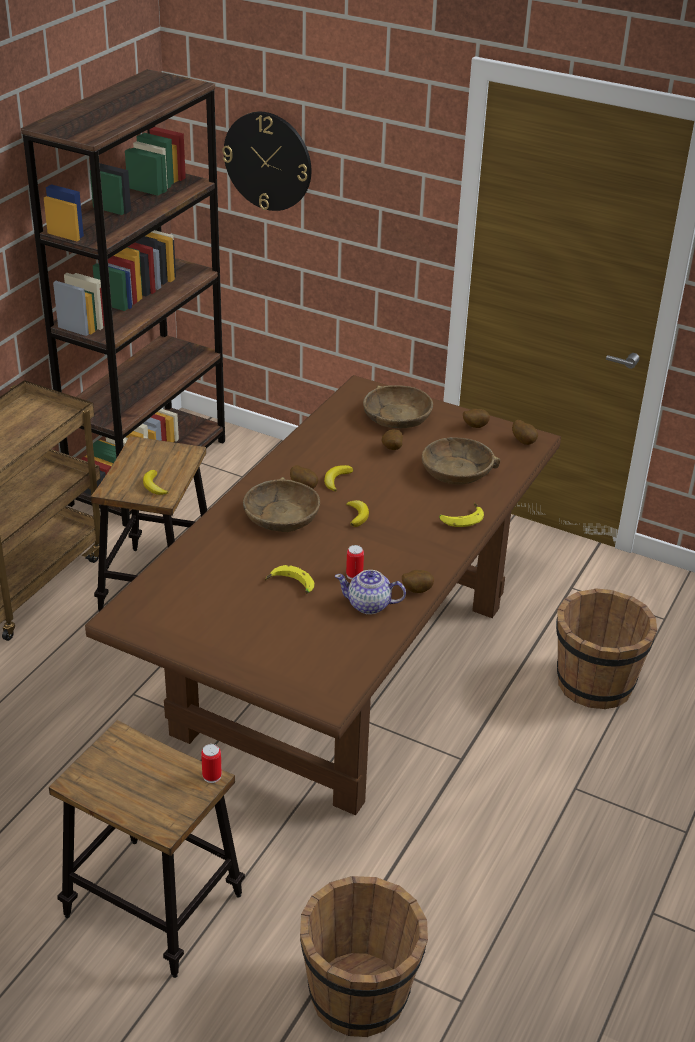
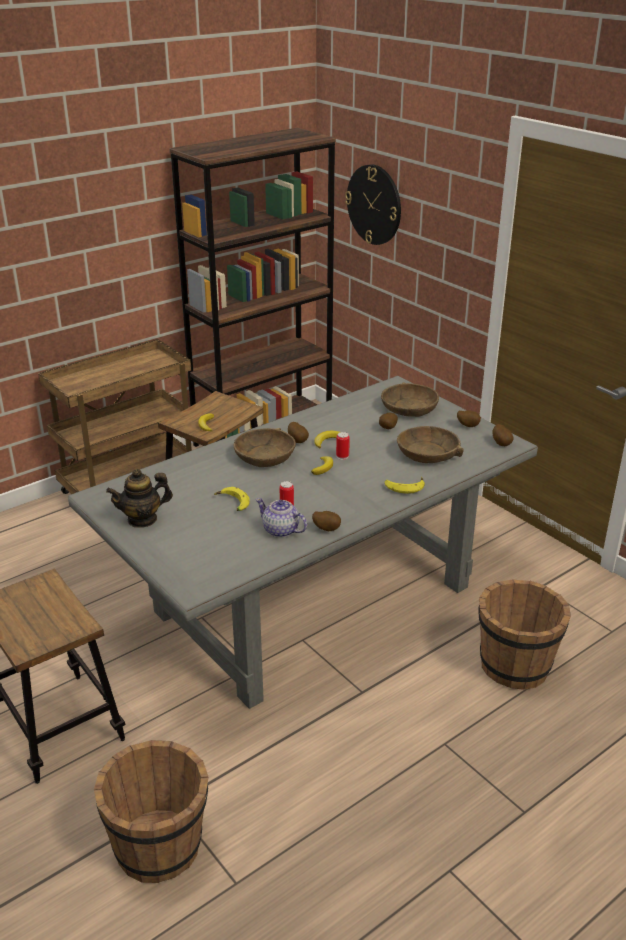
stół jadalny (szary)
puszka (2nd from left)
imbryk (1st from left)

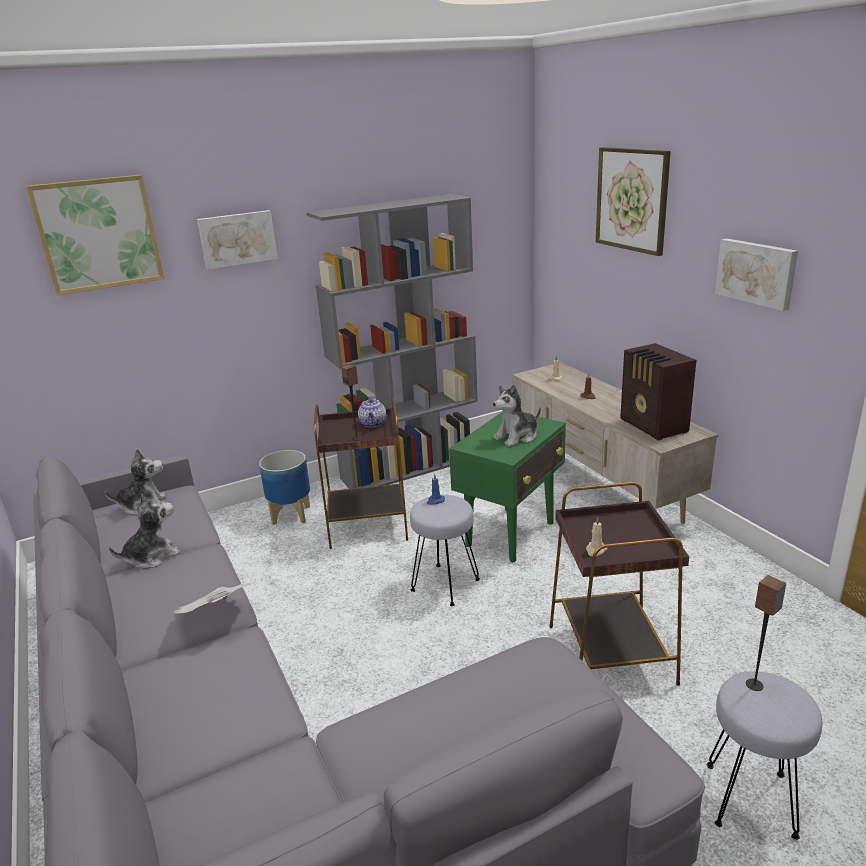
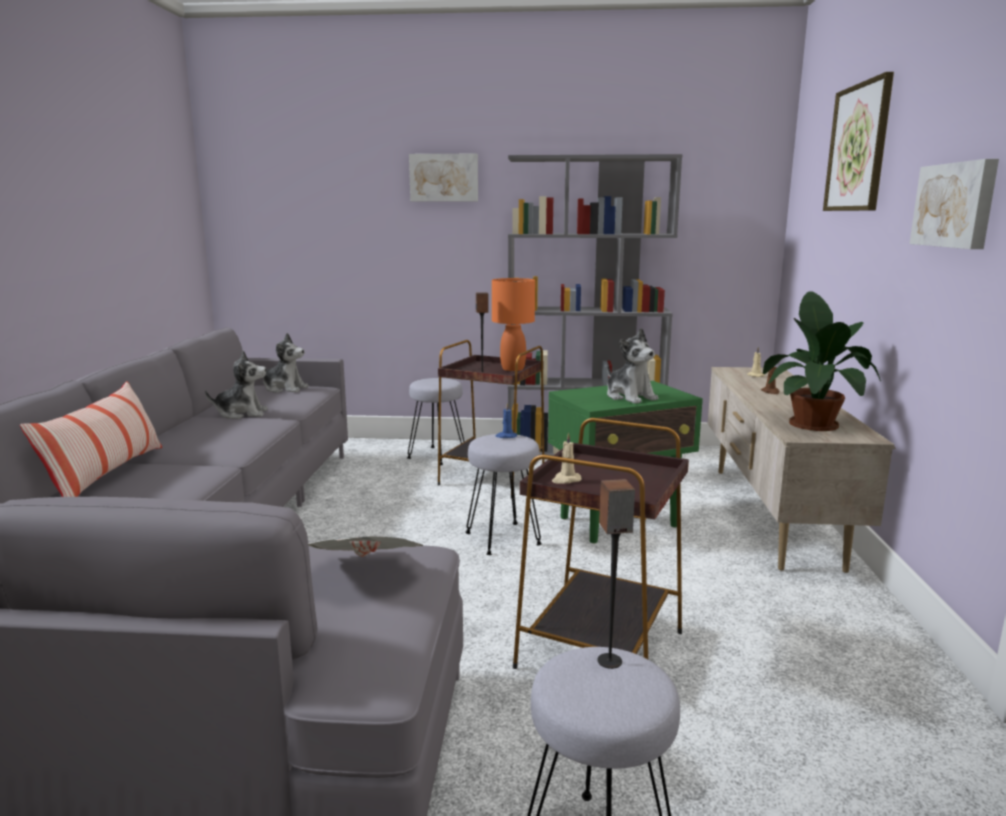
obraz (1st from left in the first image)
gazeta
stołek (szary) (1st from left)
lampa stołowa (pomarańczowy)
pluszak (3rd from left)
roślina doniczkowa
poduszka

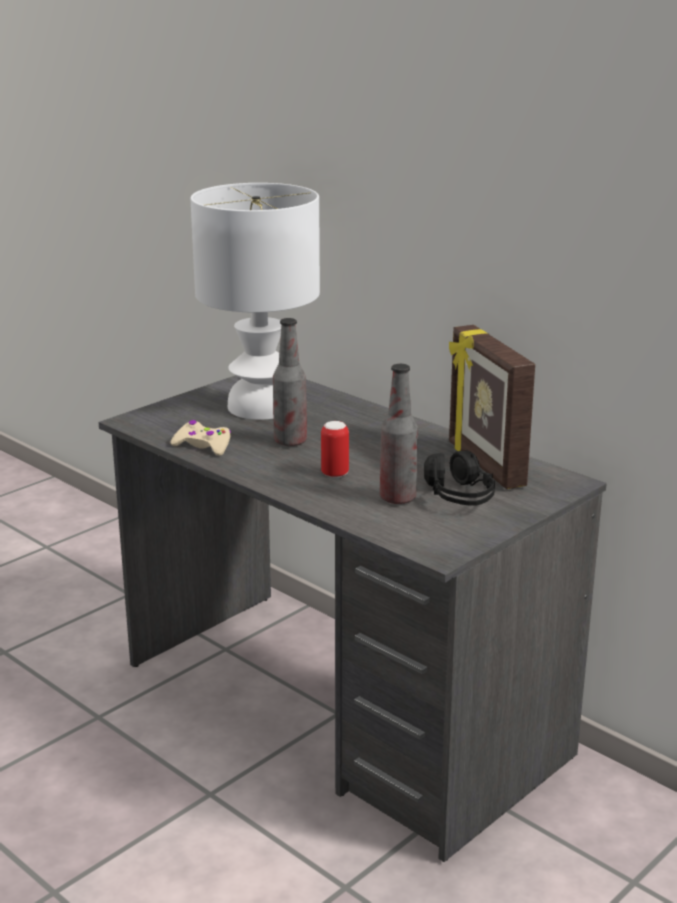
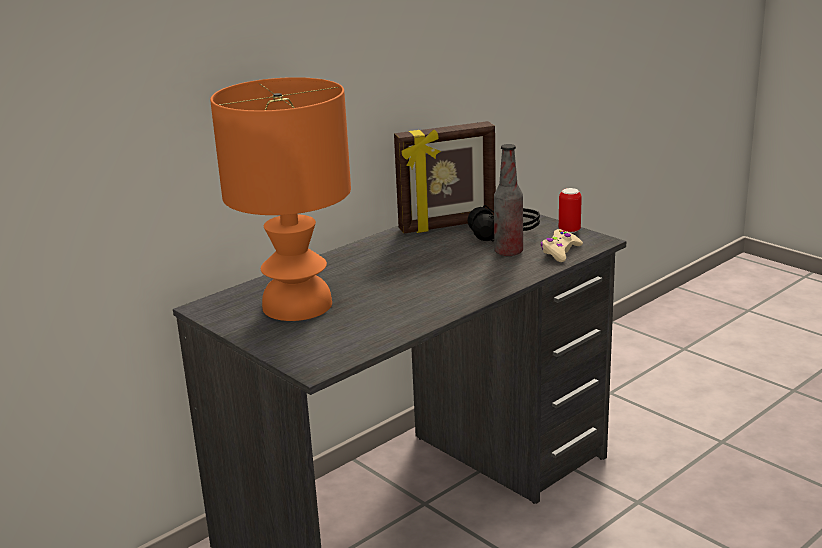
pad do gier (beżowy)
lampa stołowa (pomarańczowy)
butelka (1st from left in the first image)
puszka

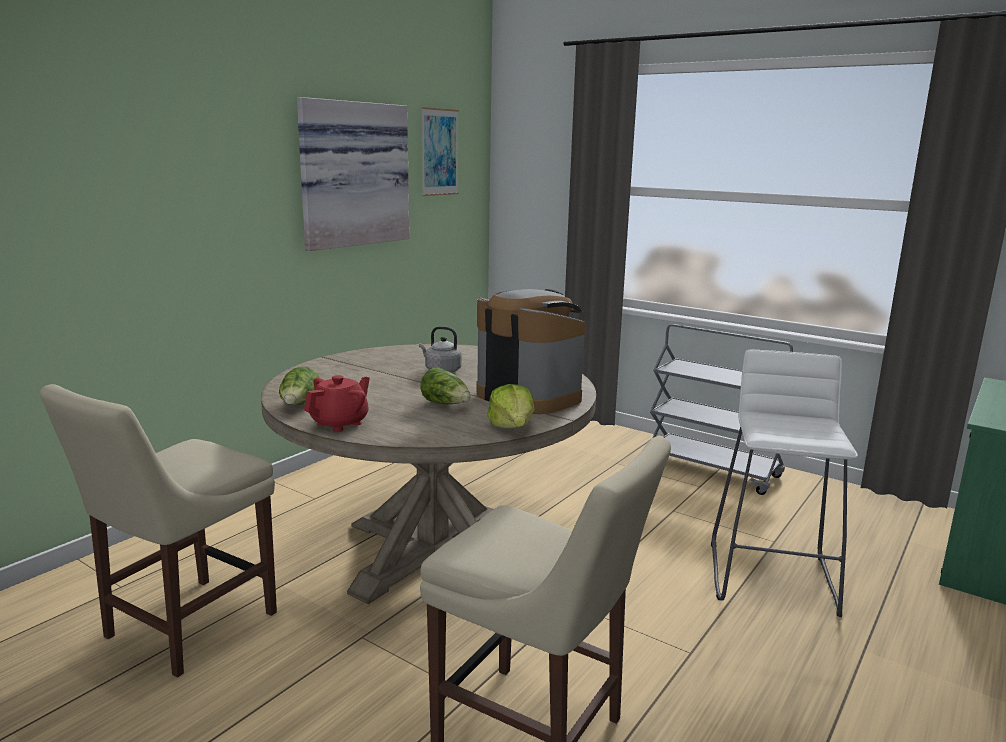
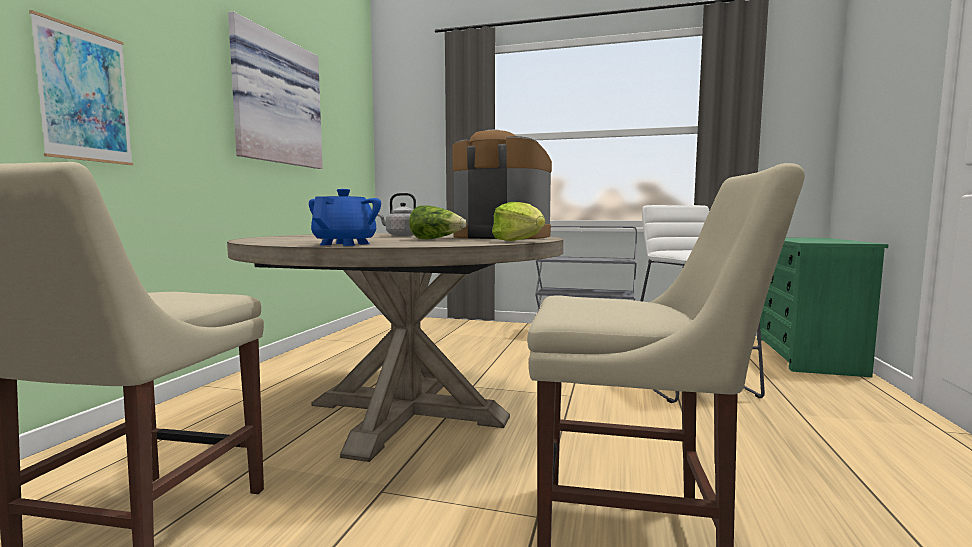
sałata (1st from left in the first image)
imbryk (niebieski)
obraz (1st from left)

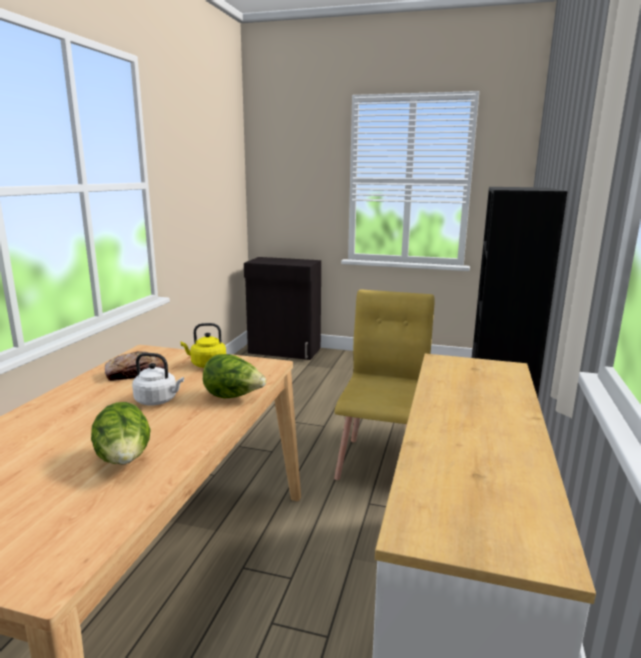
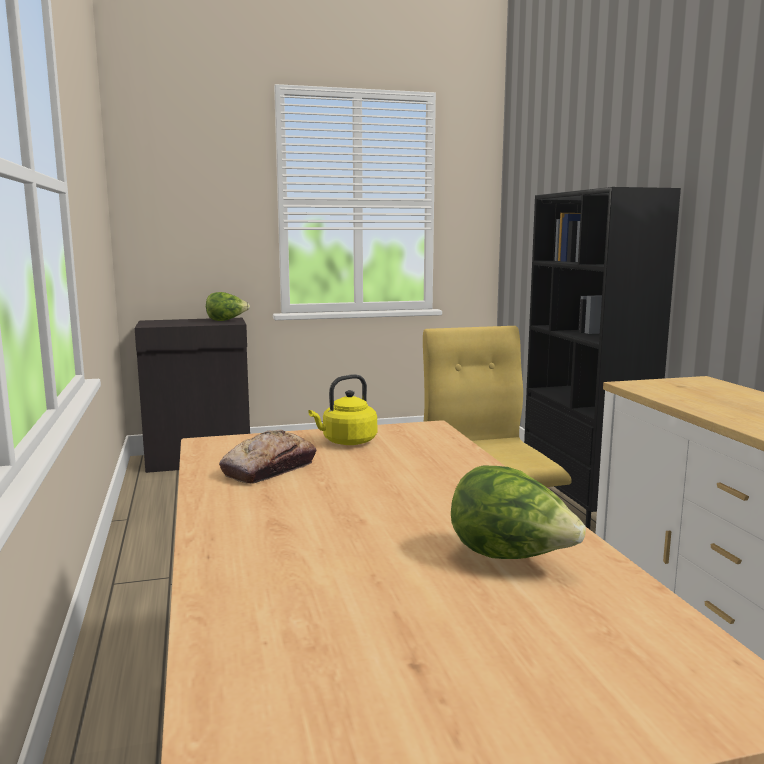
czajnik (biały)
sałata (1st from left)

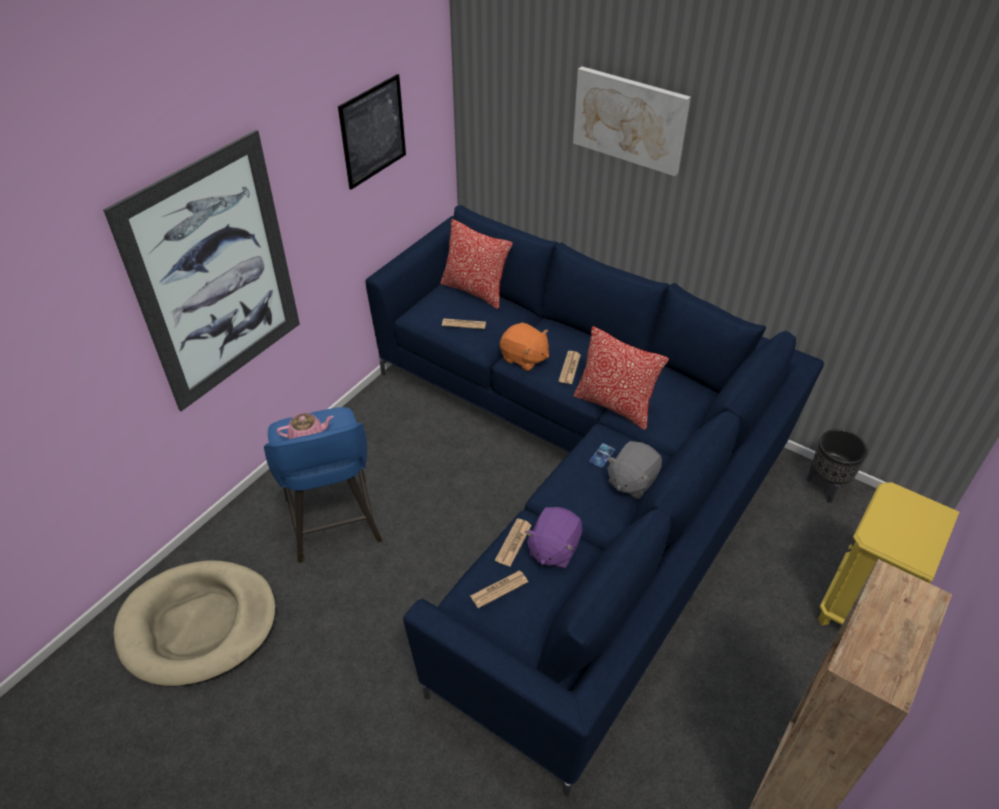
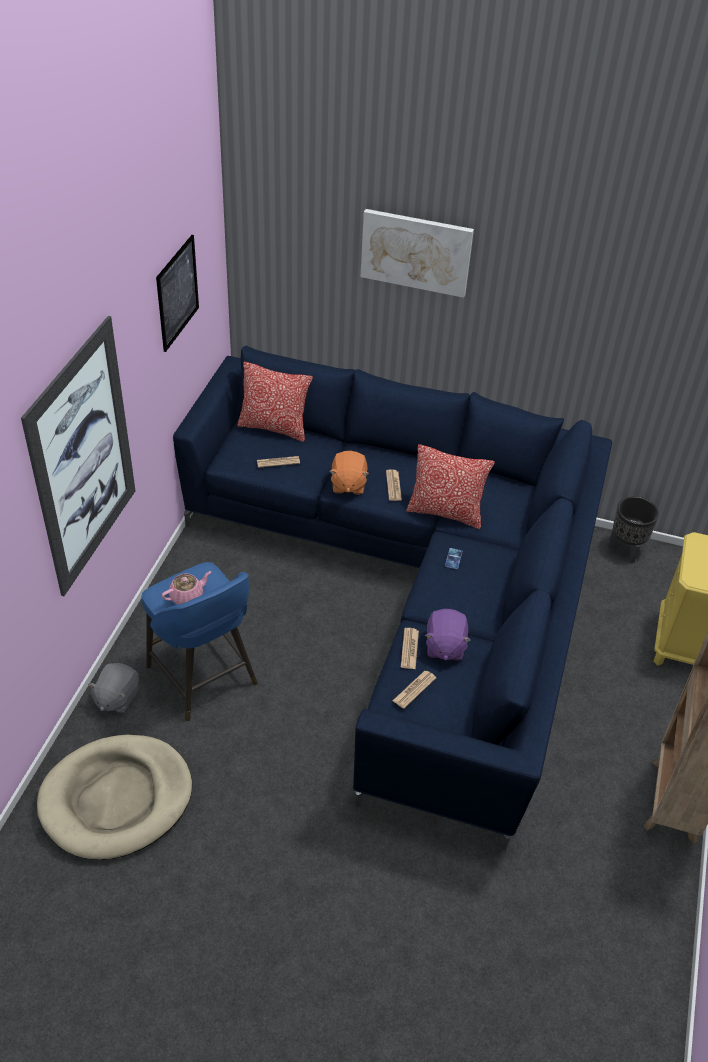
pluszak (pomarańczowy)
pluszak (szary)

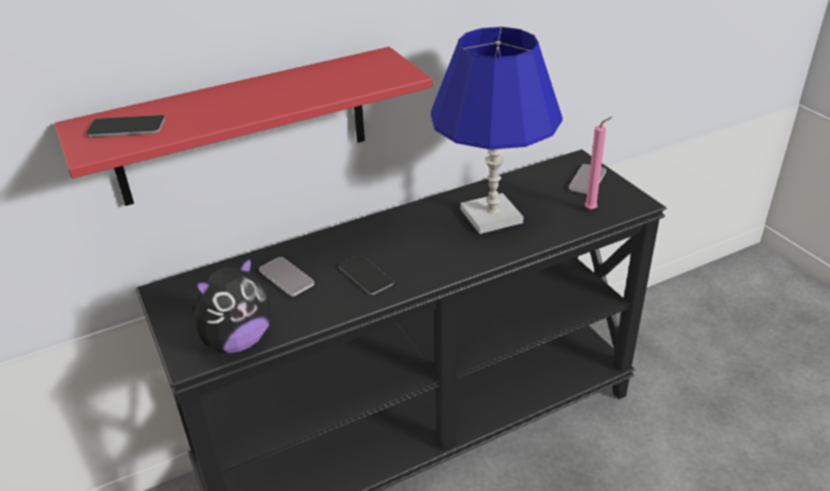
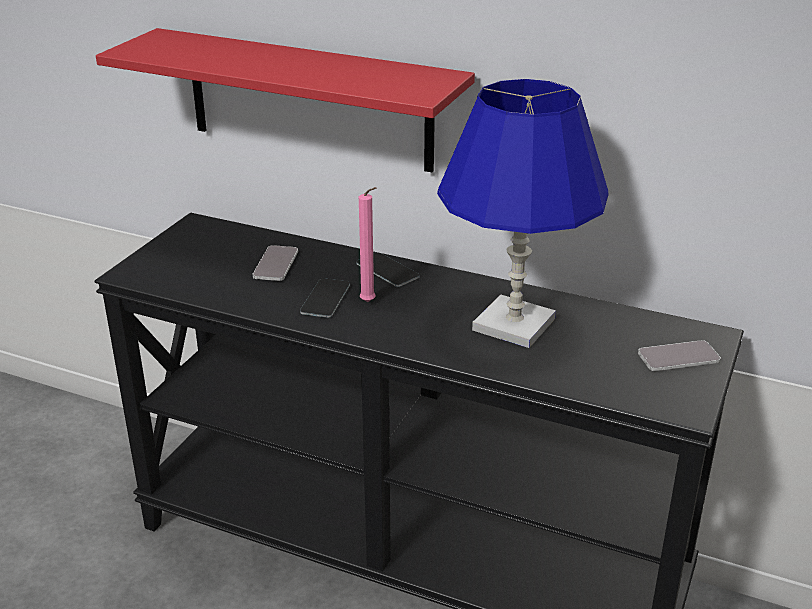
telefon (3rd from left)
pluszak
świeca (różowy)

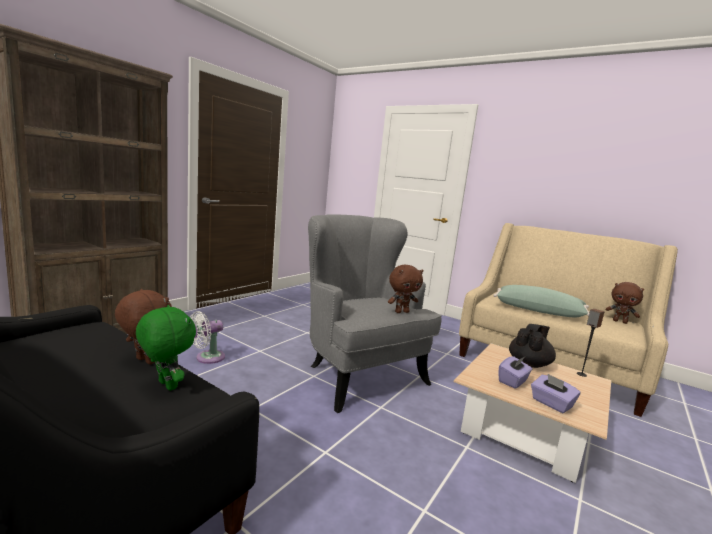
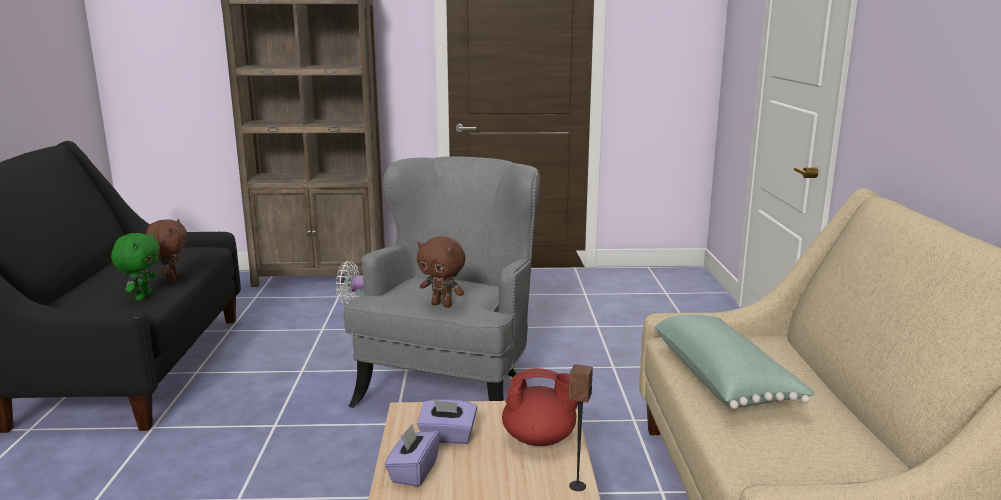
imbryk (czerwony)
pluszak (brązowy) (3rd from left in the first image)

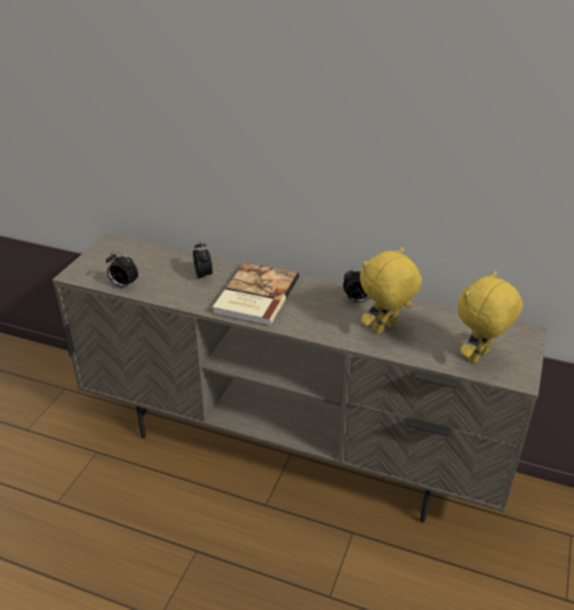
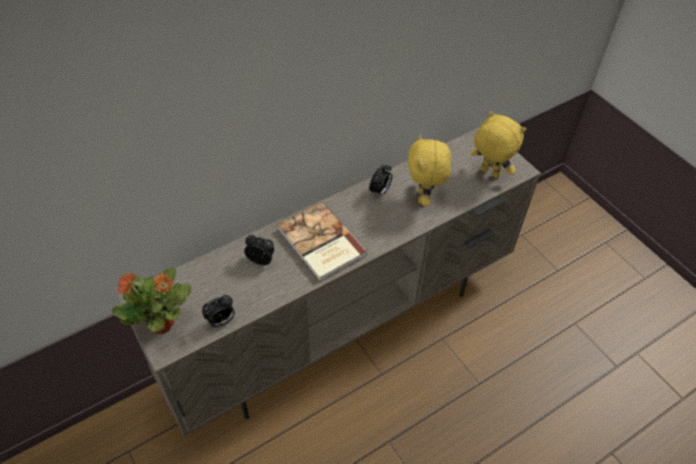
pluszak (żółty) (2nd from left)
roślina doniczkowa

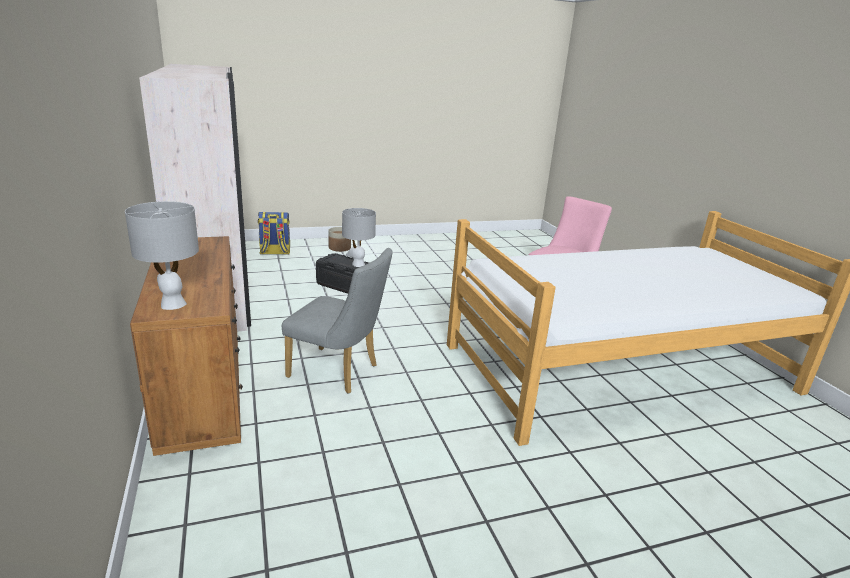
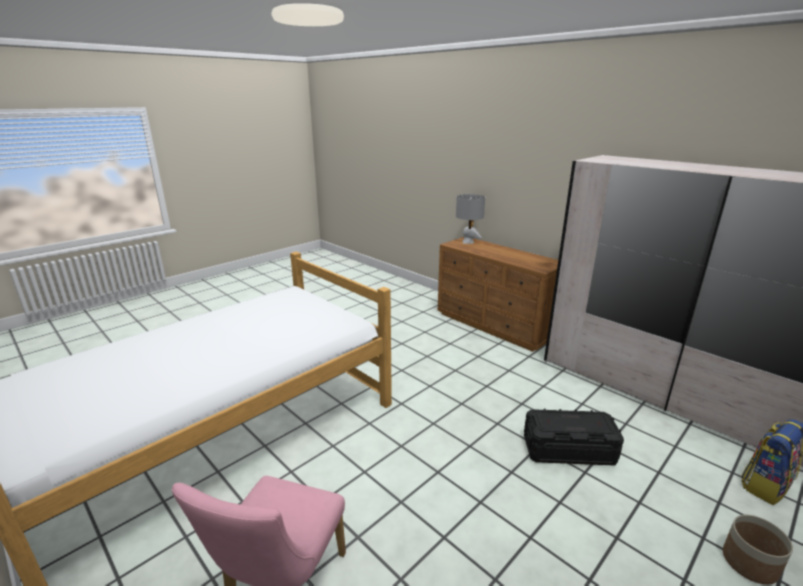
krzesło (szary)
lampa stołowa (szary) (2nd from left in the first image)

